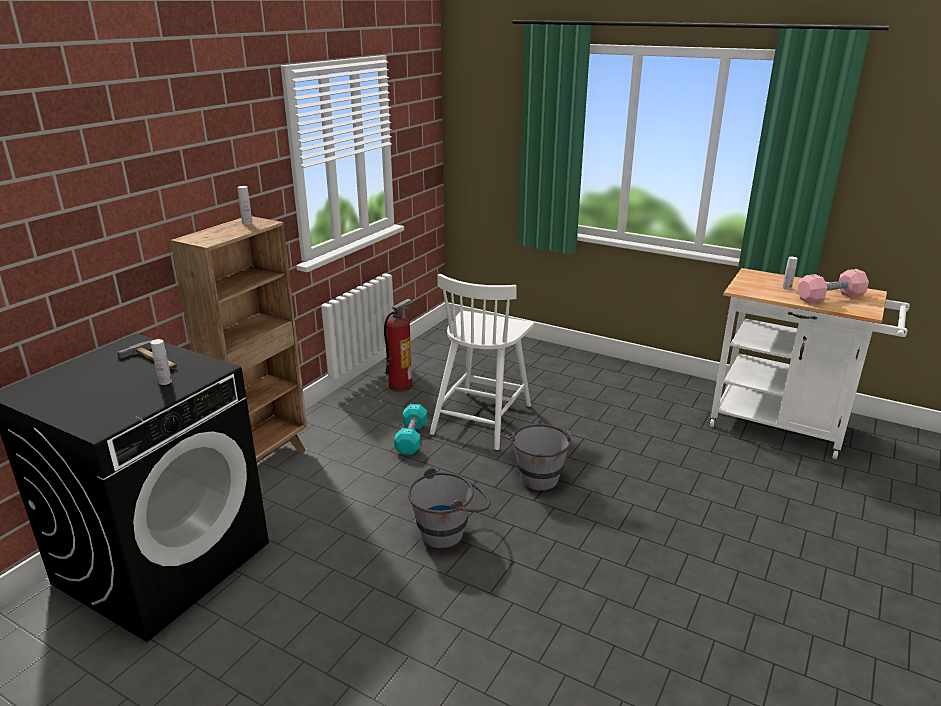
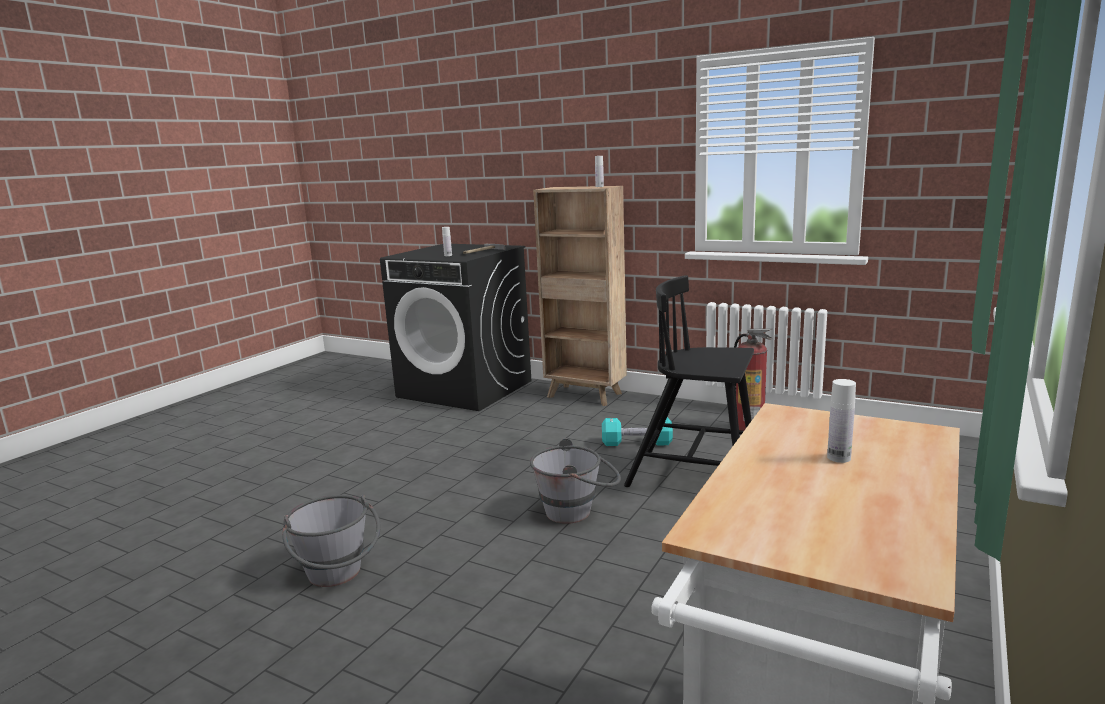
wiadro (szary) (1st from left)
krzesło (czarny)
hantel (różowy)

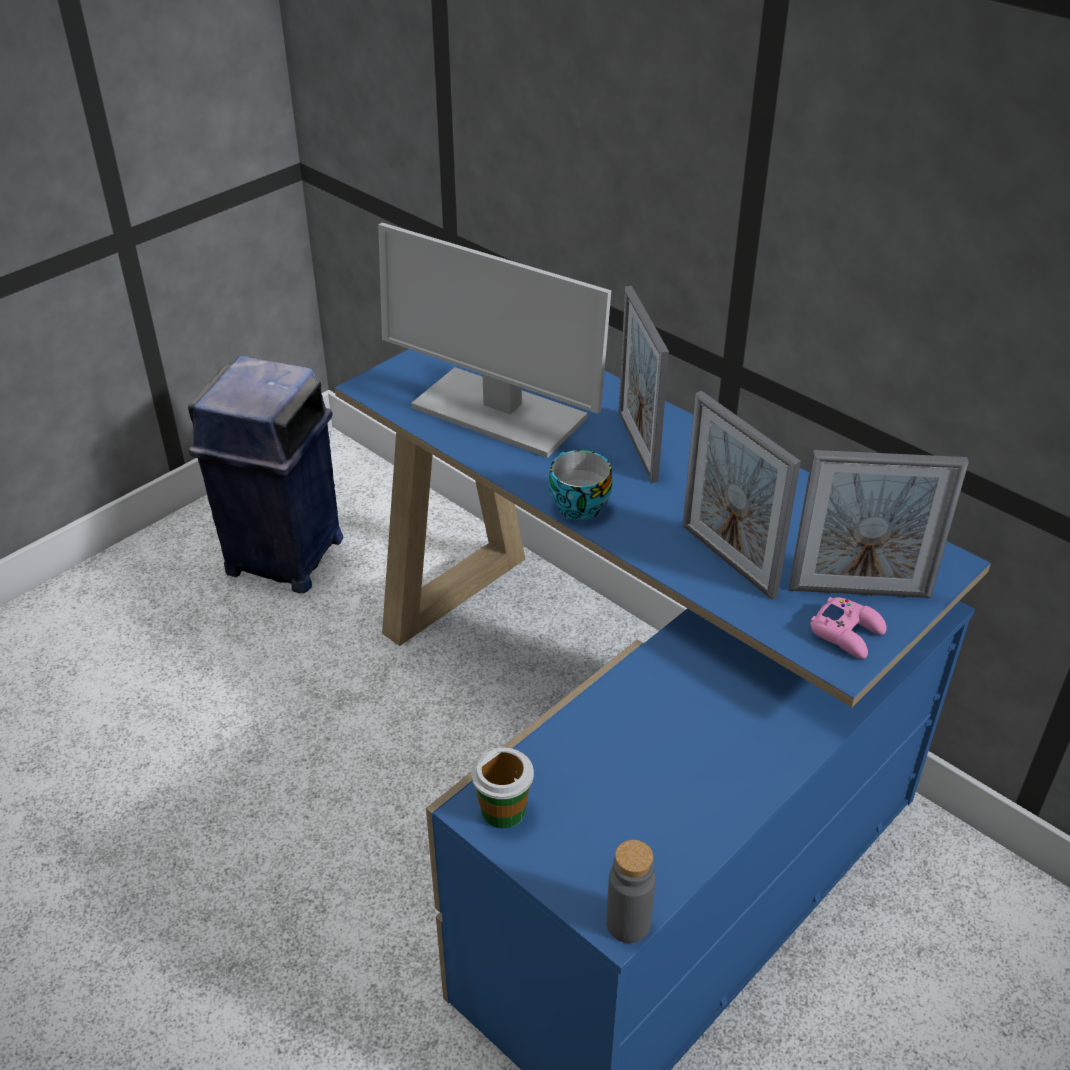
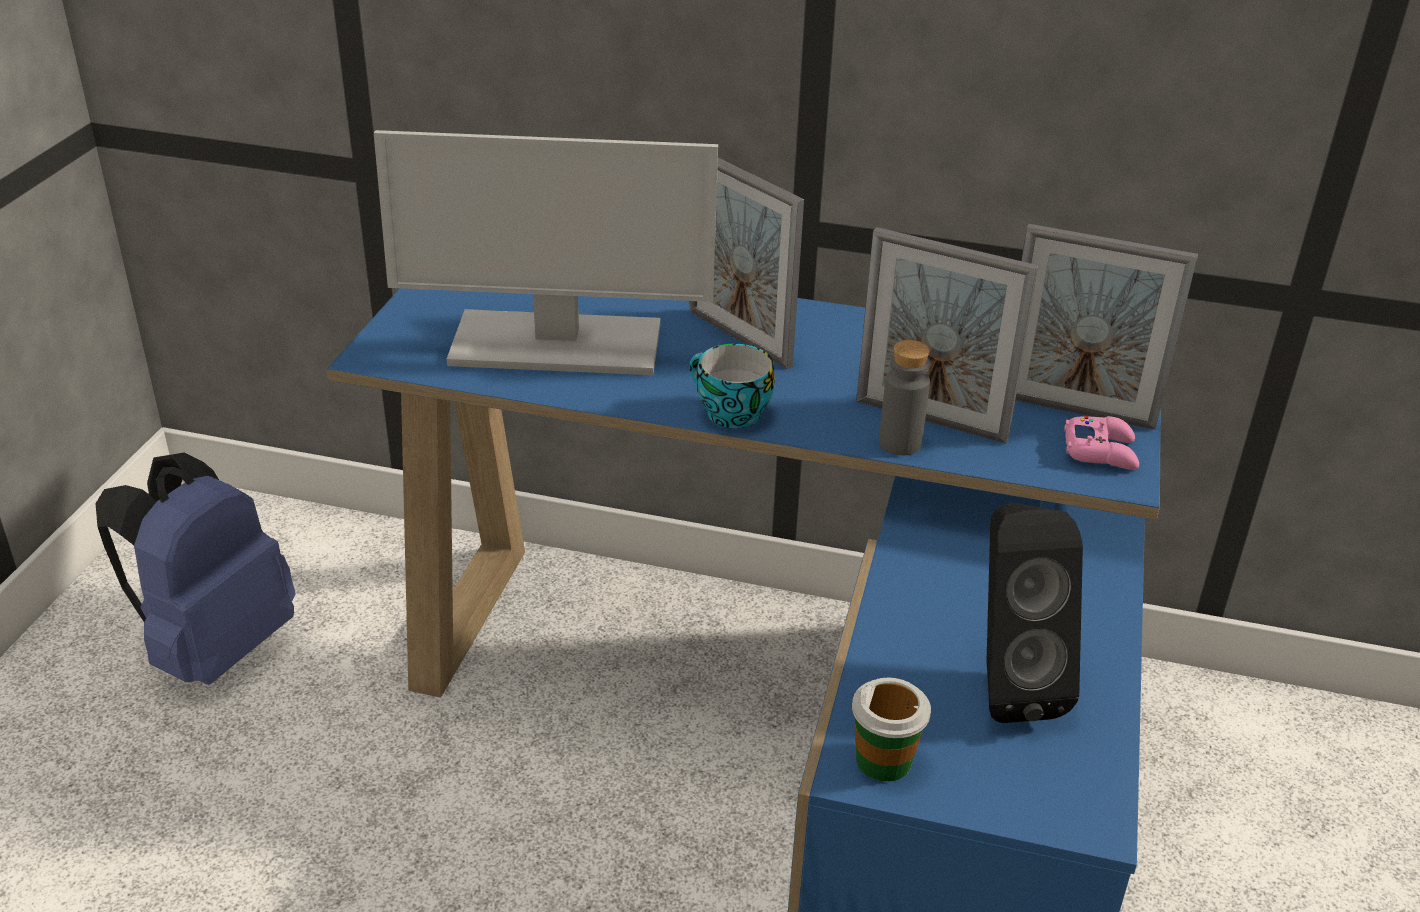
plecak (niebieski)
butelka (szary)
ramka na zdjęcie (3rd from left)
głośnik (czarny)

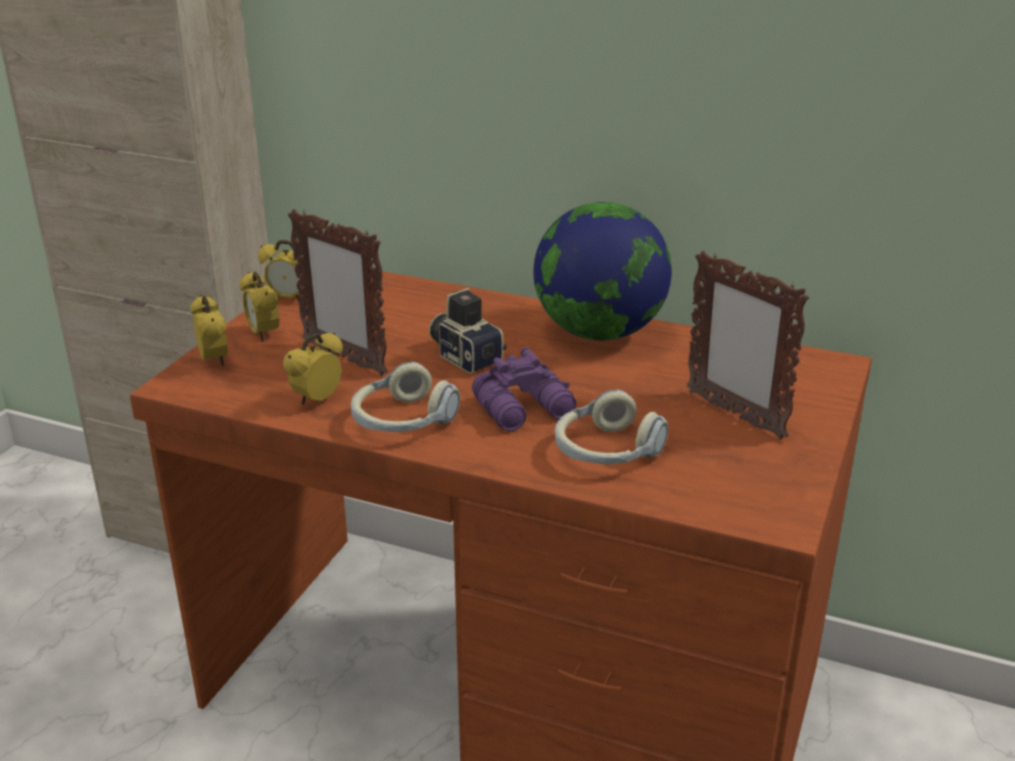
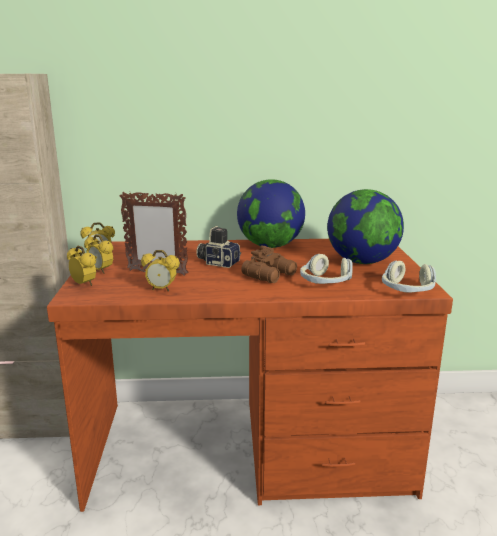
budzik (4th from left)
słuchawki (2nd from left)
lornetka (brązowy)
globus (2nd from left)

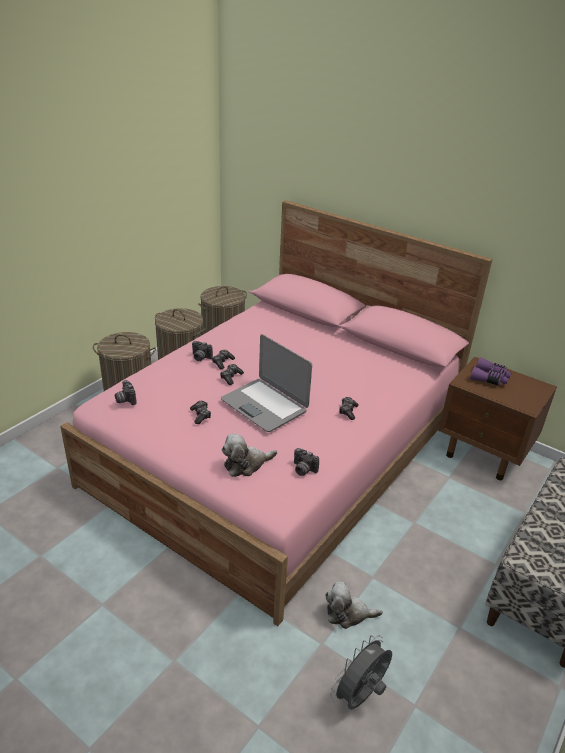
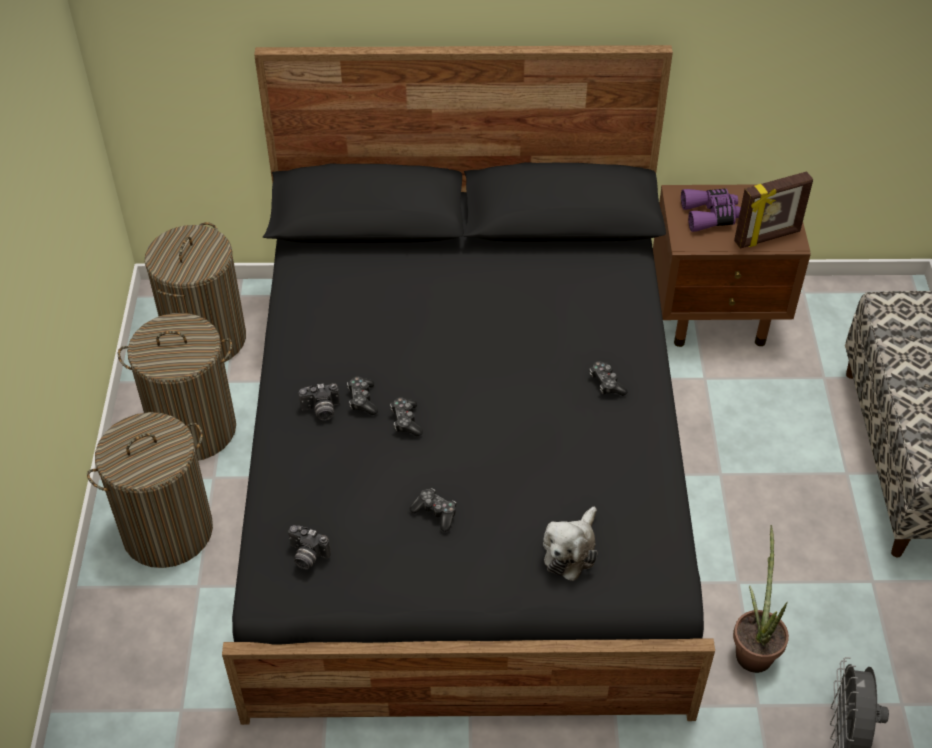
łóżko (czarny)
laptop
aparat fotograficzny (3rd from left in the first image)
roślina doniczkowa
ramka na zdjęcie

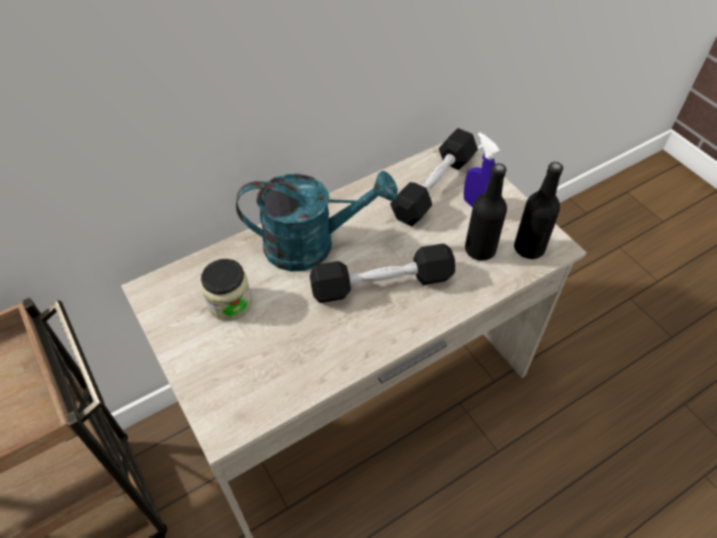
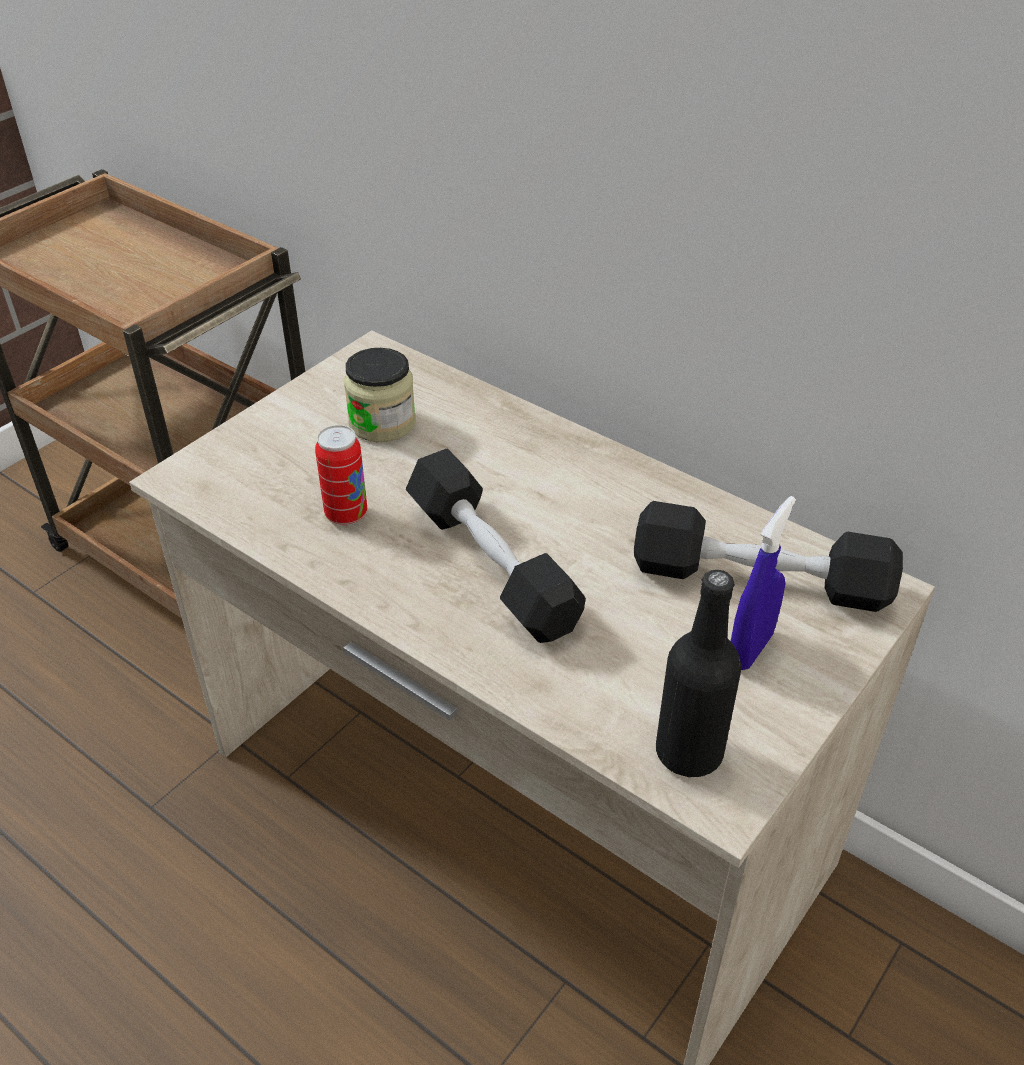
konewka (turkusowy)
butelka (czarny) (1st from left in the first image)
puszka

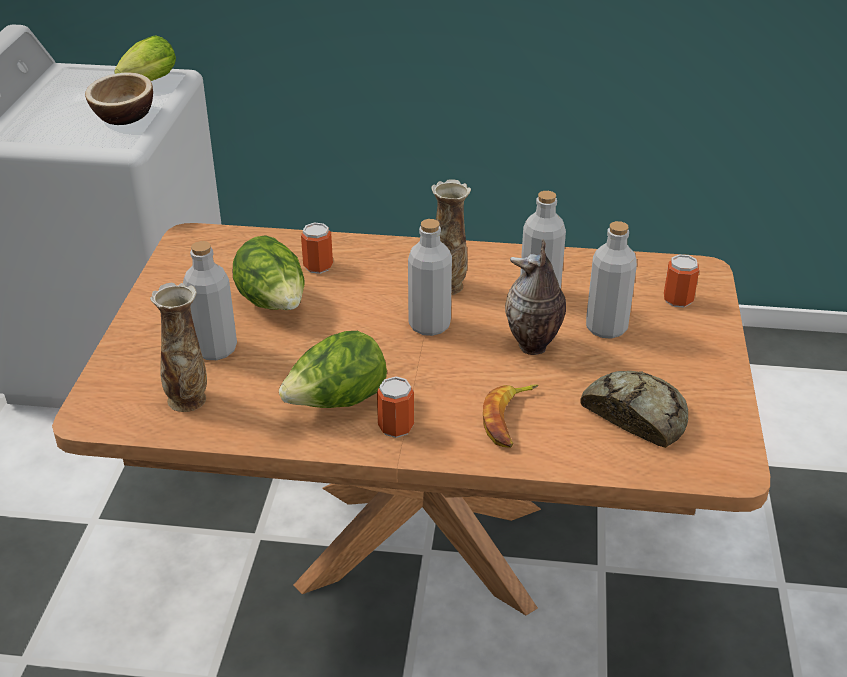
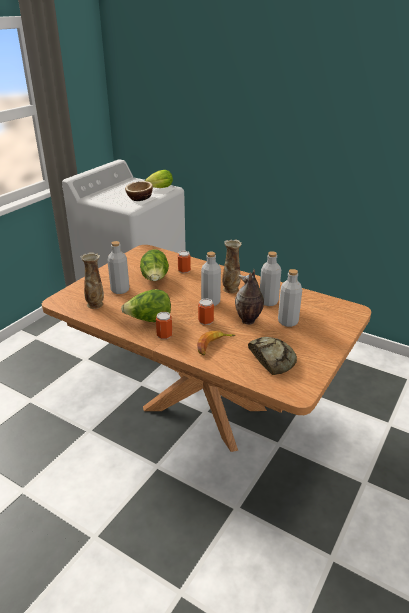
puszka (3rd from left)

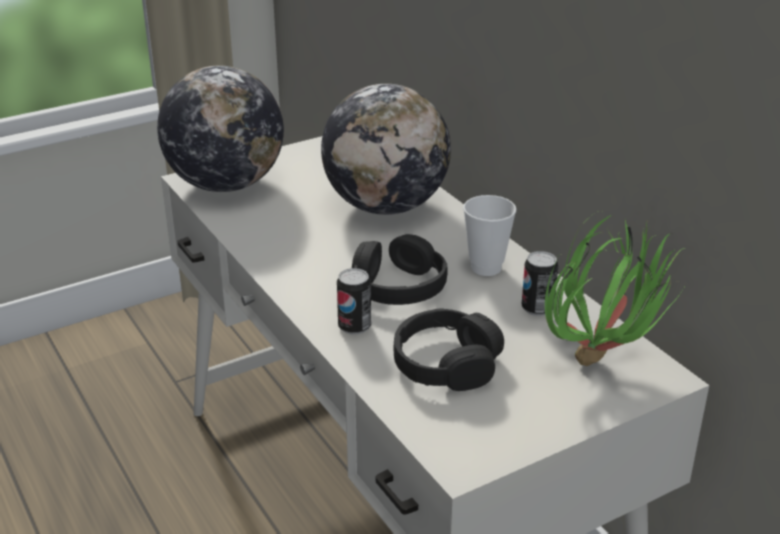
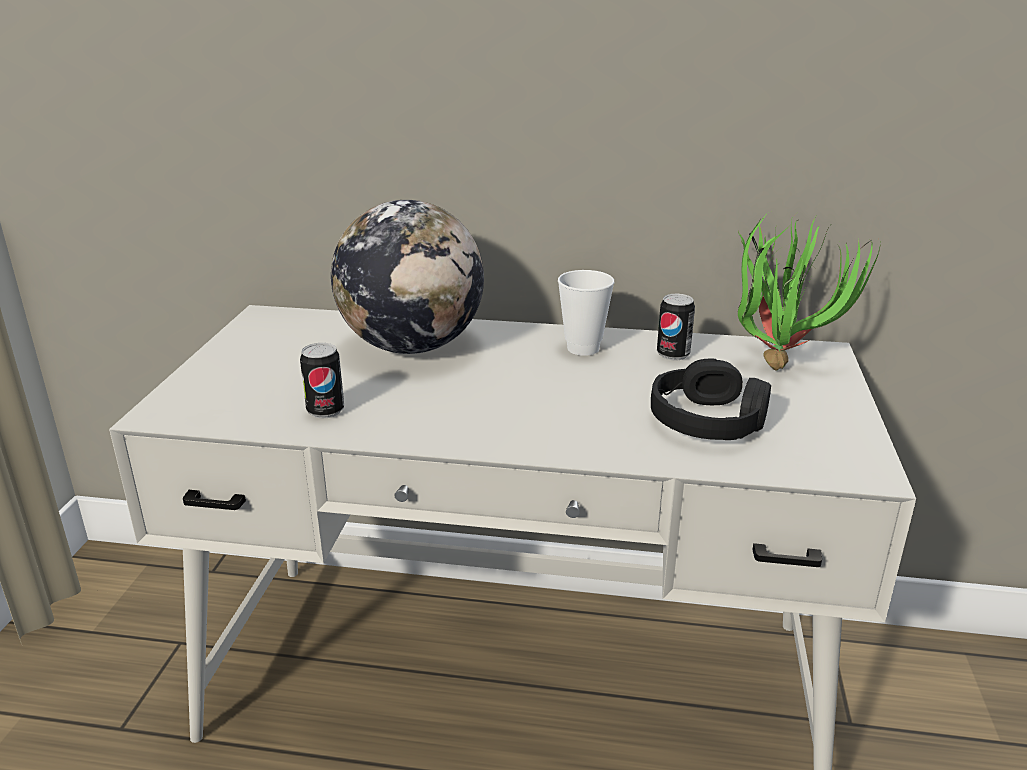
globus (1st from left in the first image)
puszka (1st from left)
słuchawki (czarny) (1st from left in the first image)

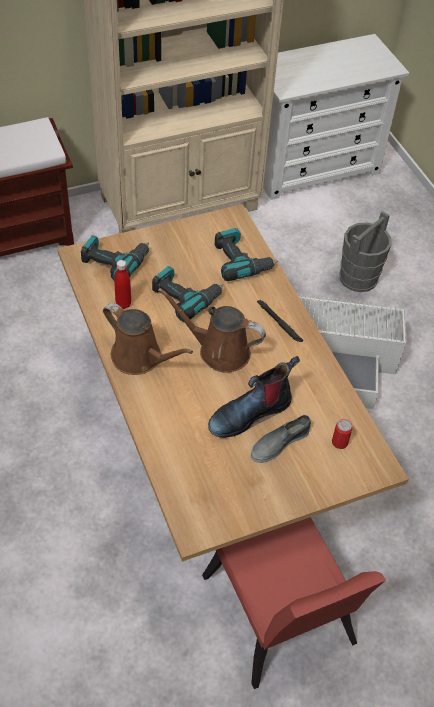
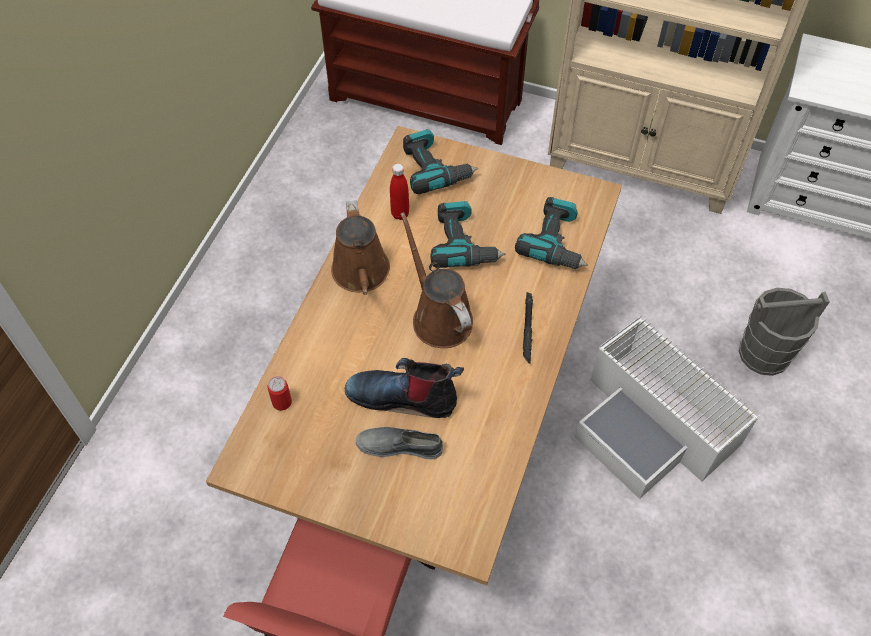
puszka

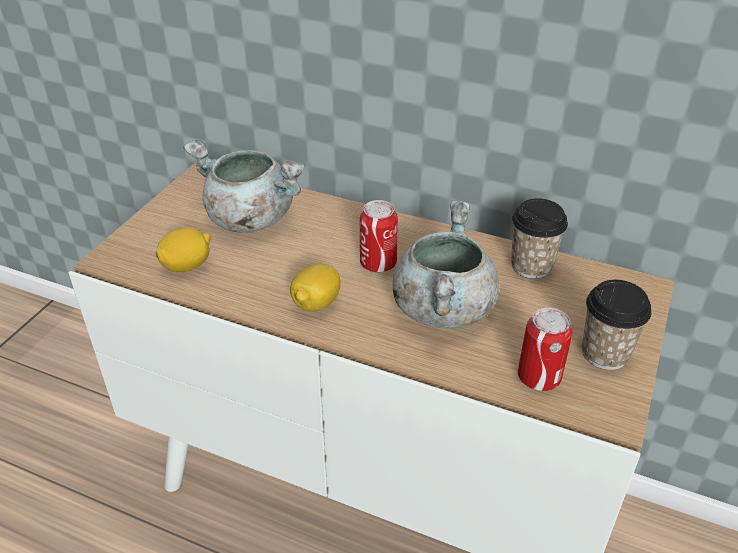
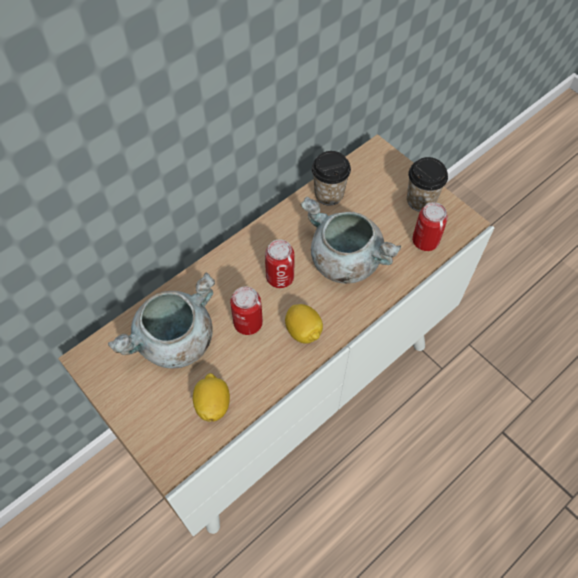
puszka (1st from left)

